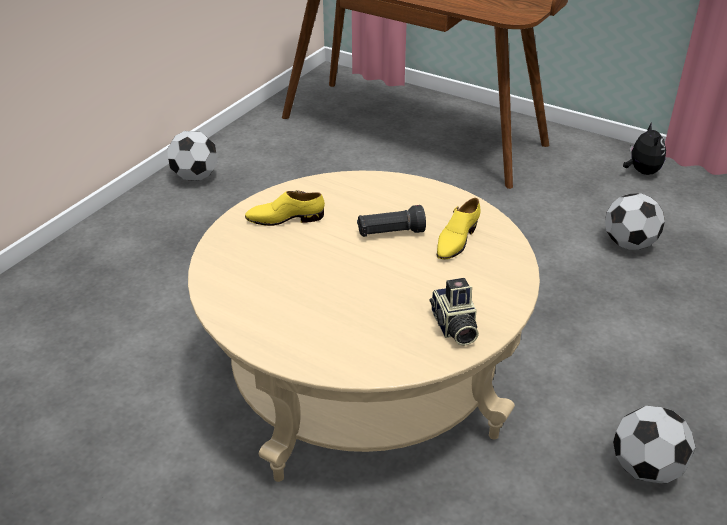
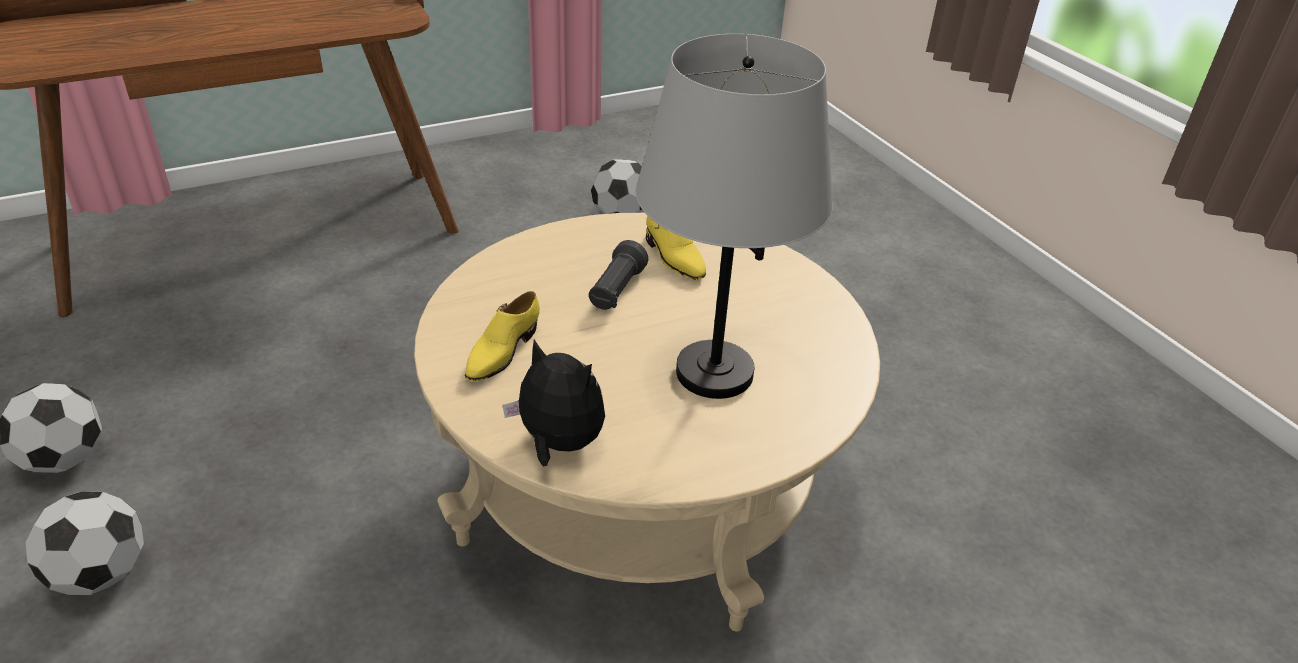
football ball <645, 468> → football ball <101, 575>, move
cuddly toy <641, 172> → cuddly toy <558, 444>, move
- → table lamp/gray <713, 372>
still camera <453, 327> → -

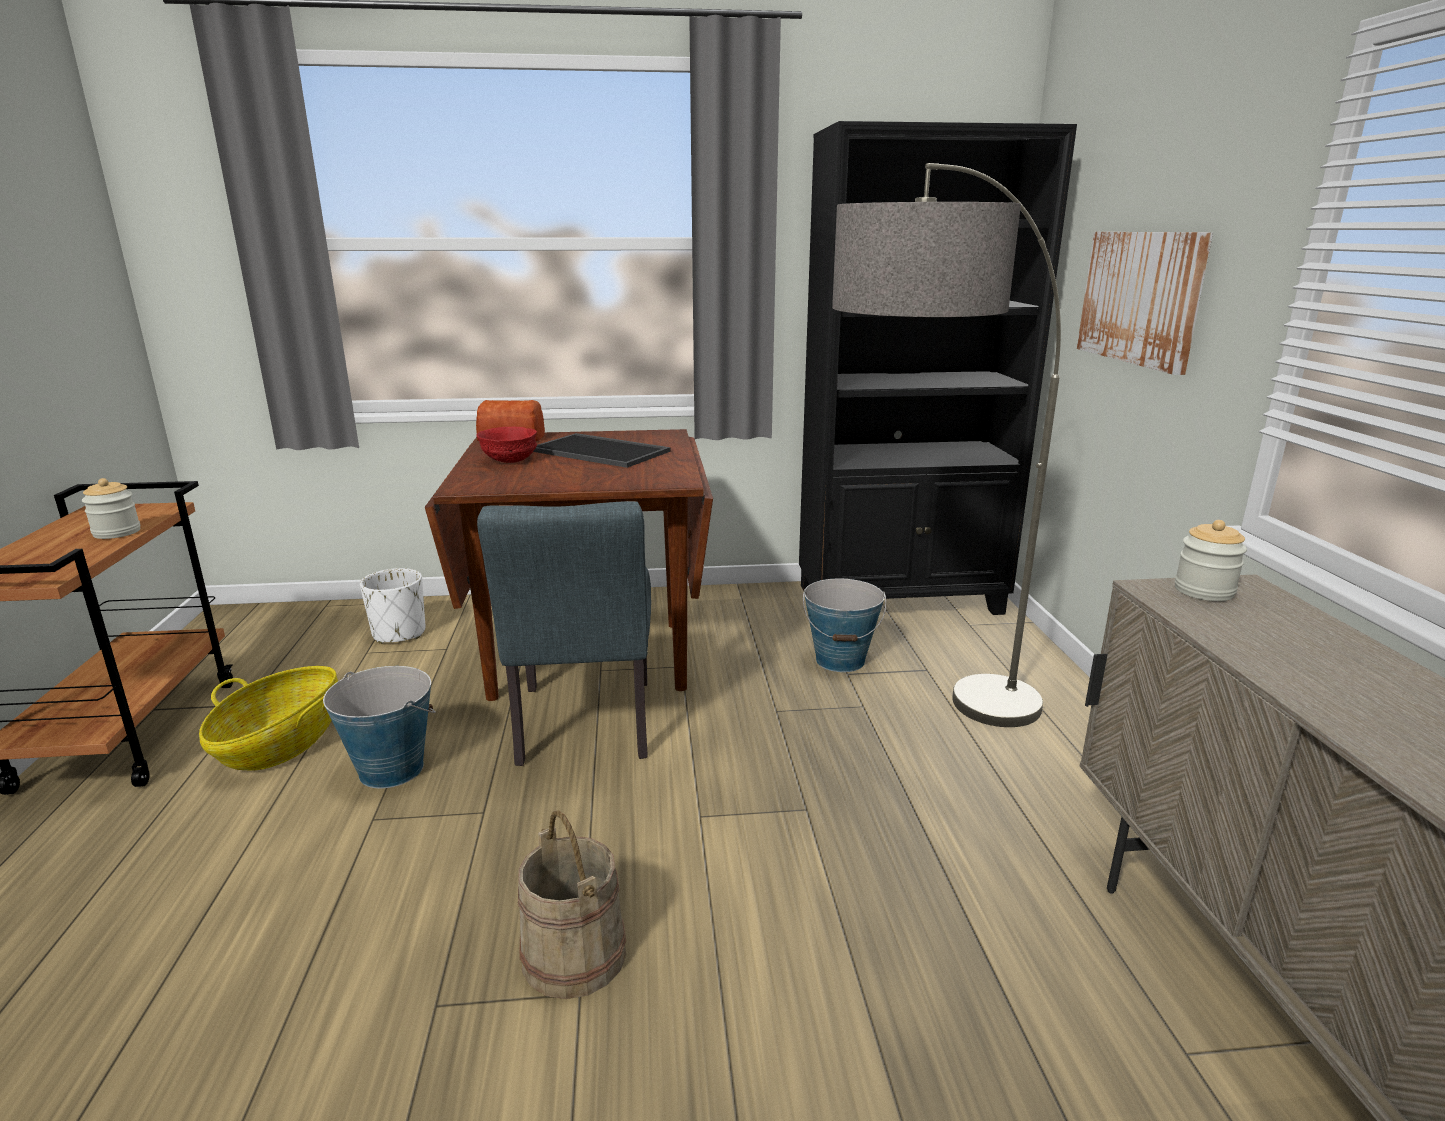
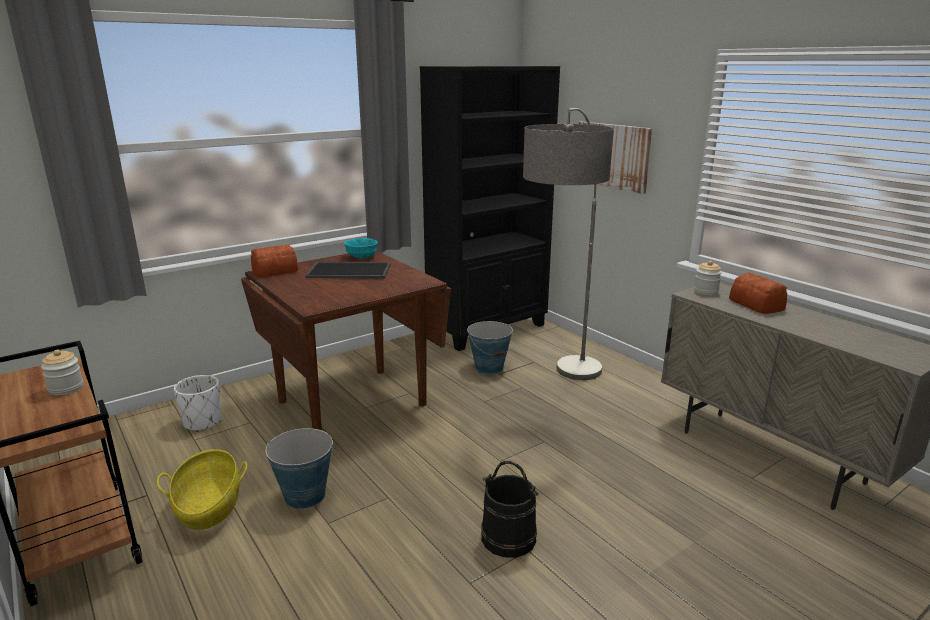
- → deep dish/blue-green <361, 257>
bucket/beige-coloured <573, 955> → bucket/blackish <508, 538>
- → baked bread <756, 304>
deep dish/red <510, 460> → -
plain chair/gray <583, 729> → -

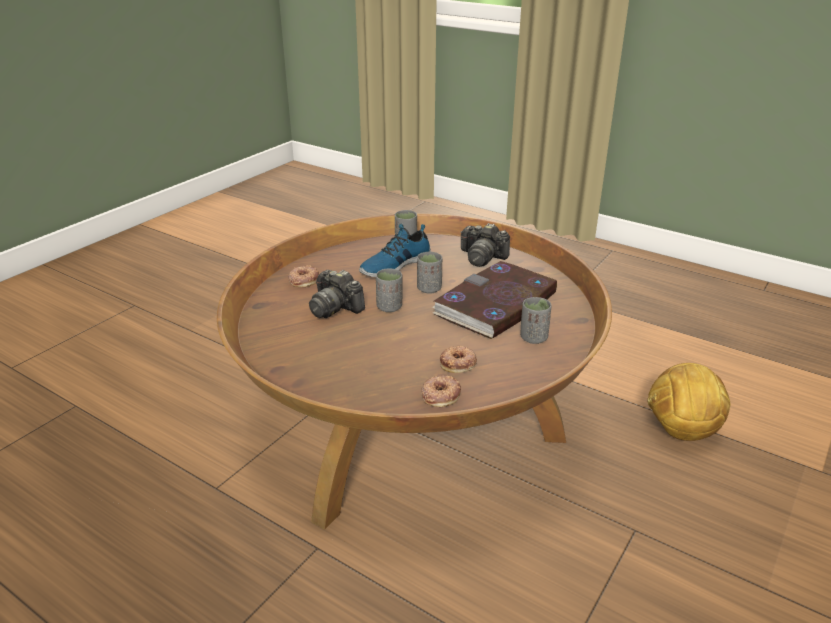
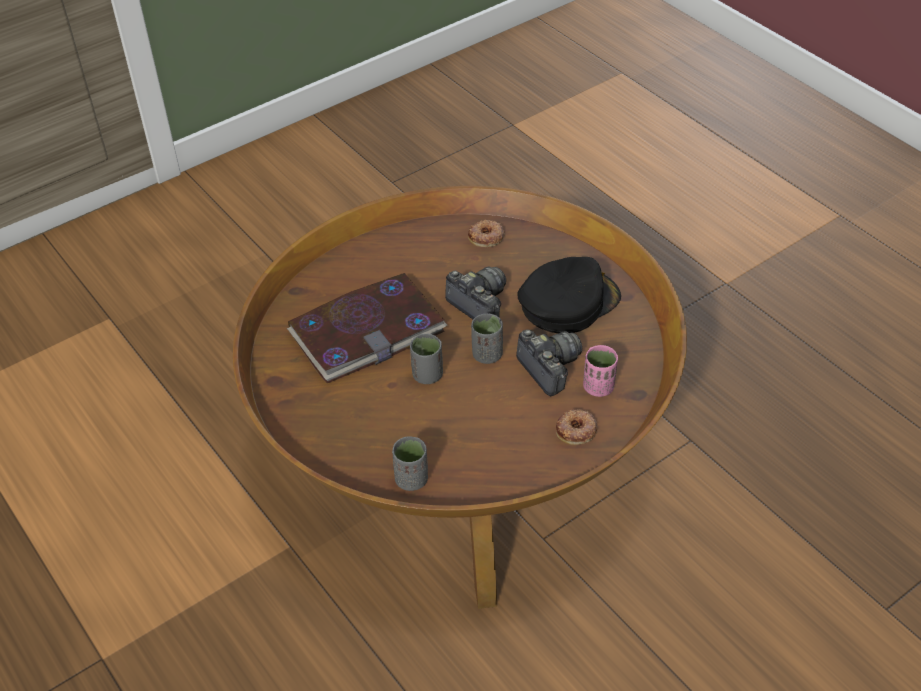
still camera <482, 258> → still camera <479, 304>, move
- → baseball cap/blackish <568, 302>
- → small cup/pinkish <598, 387>
low shoe <394, 265> → -
ring doughnut <458, 363> → -
small cup/gray <533, 338> → -
football ball <681, 432> → -

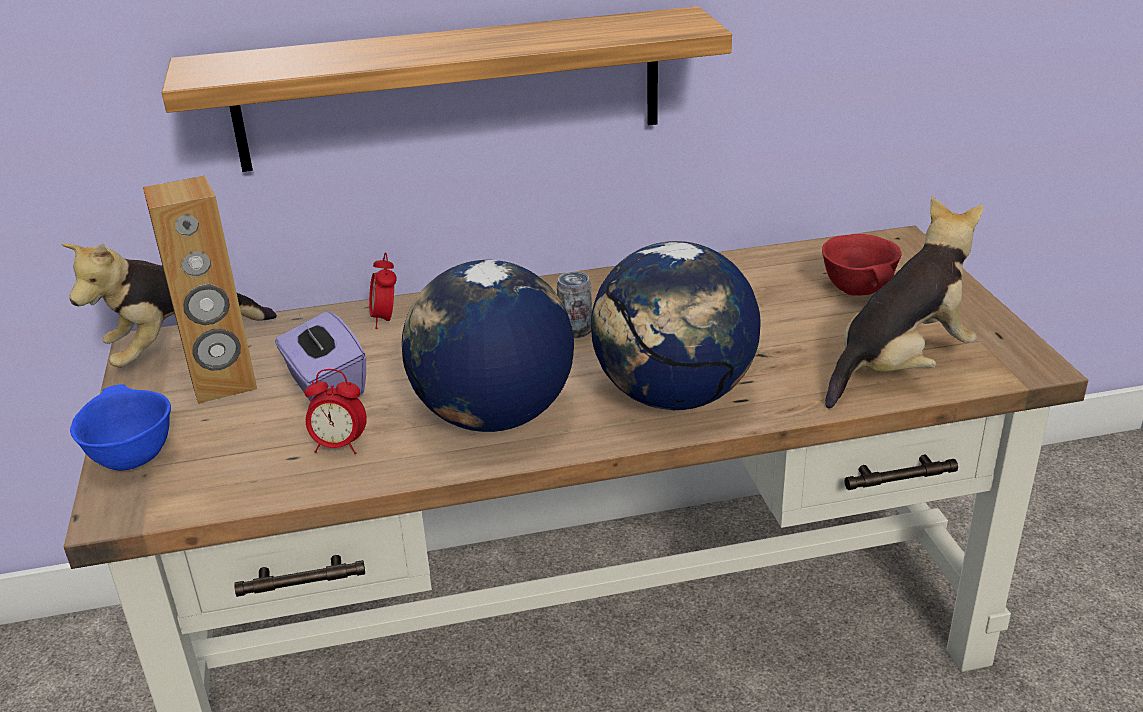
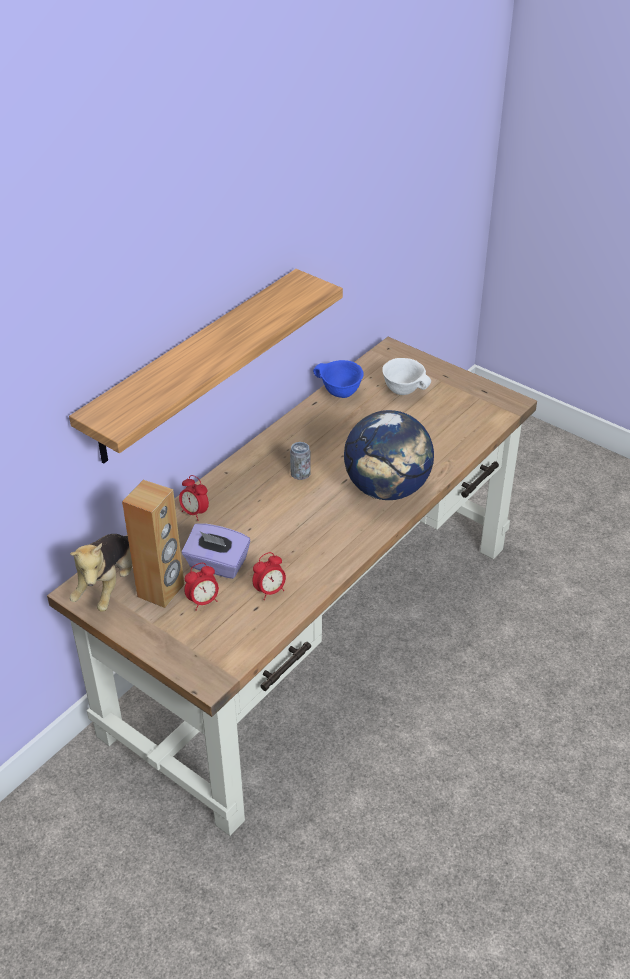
- → table clock <203, 601>
deep dish/bluish <131, 458> → deep dish/bluish <340, 393>, move
deep dish/red <860, 290> → deep dish/whitish <404, 390>
desk globe <493, 416> → -
cuddly toy <899, 366> → -

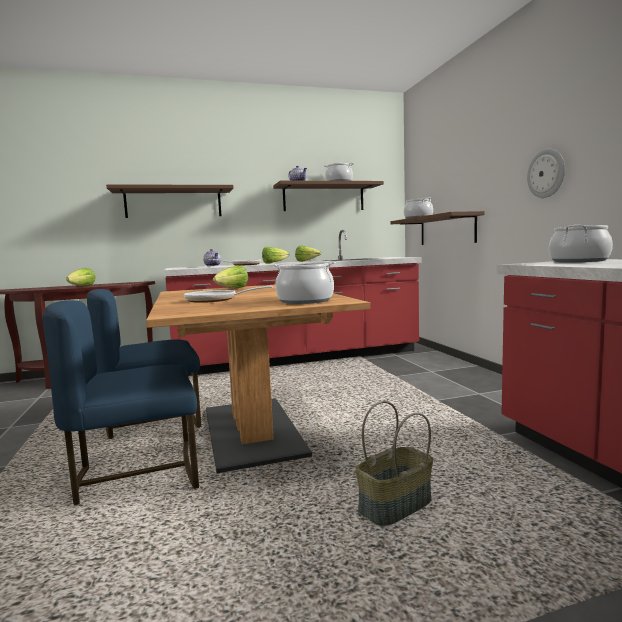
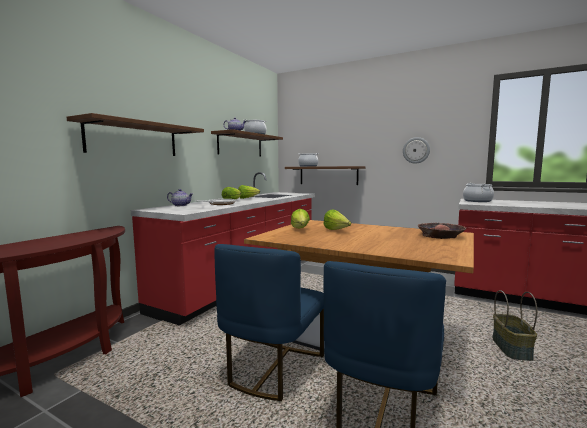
lettuce <82, 286> → lettuce <336, 230>, move
cooking pot <305, 301> → deep dish <440, 236>
frying pan <215, 300> → -

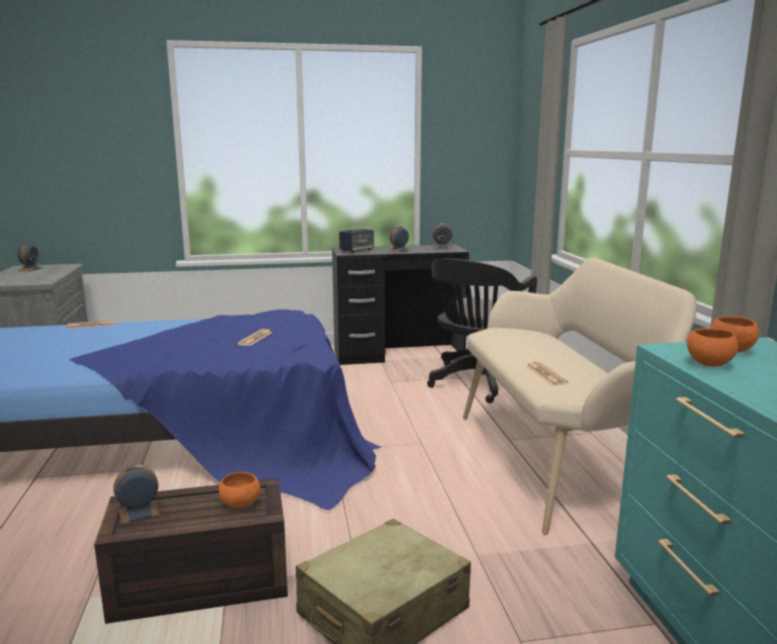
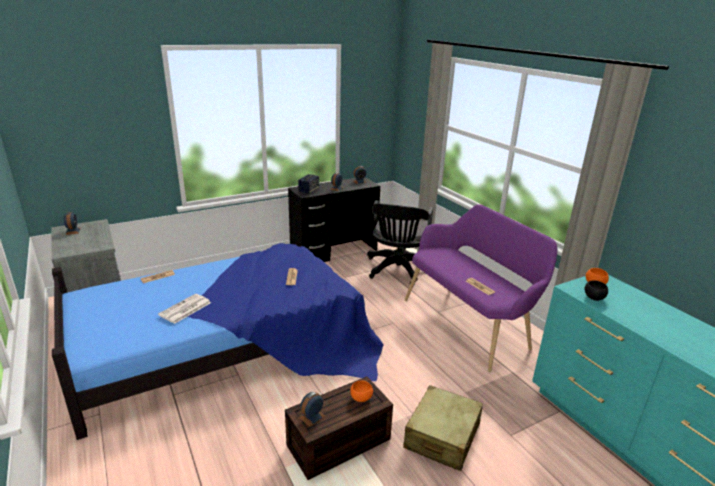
- → daily paper <185, 309>
bench/beige-coloured <556, 462> → bench/purple-coloured <470, 323>
deep dish/orange-coloured <709, 364> → deep dish/blackish <594, 298>

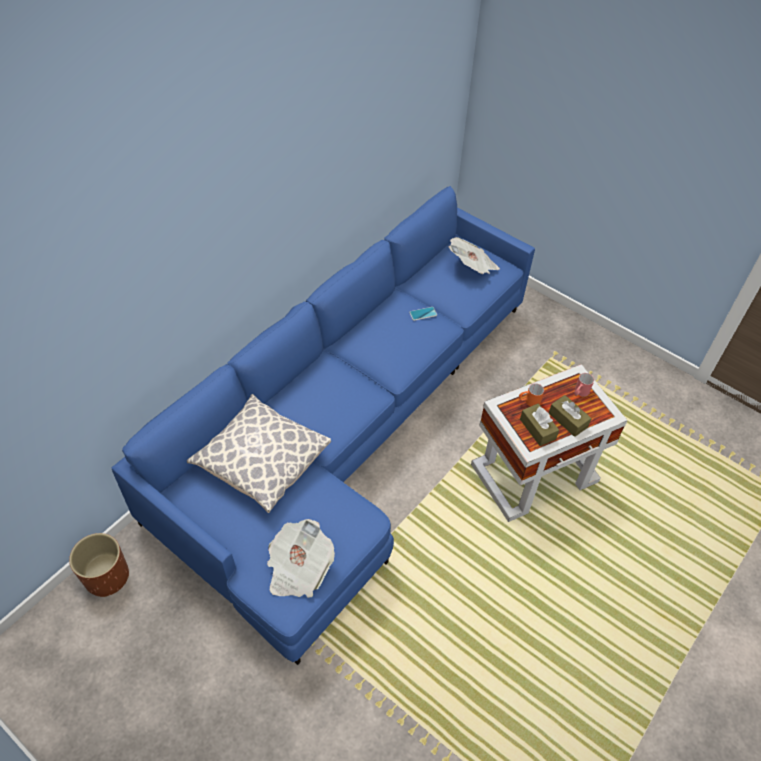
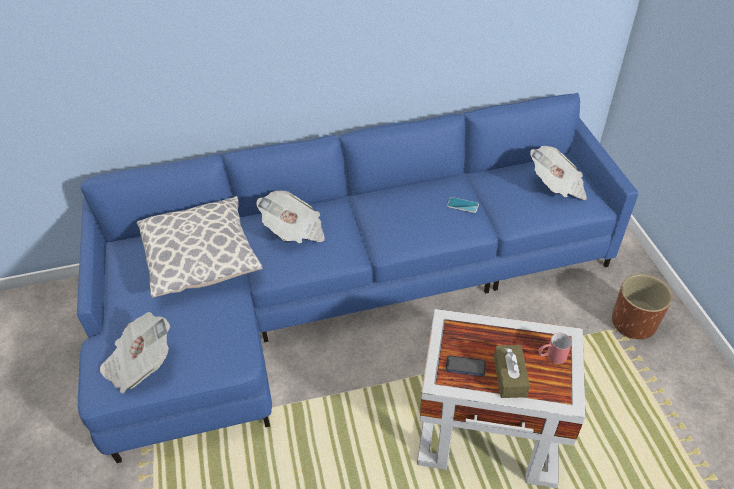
- → daily paper <294, 231>
tissue holder/brown <537, 429> → handset <465, 366>
planter/brown <107, 576> → planter/brown <633, 323>, move
coffee mug/orange-coloured <529, 401> → -

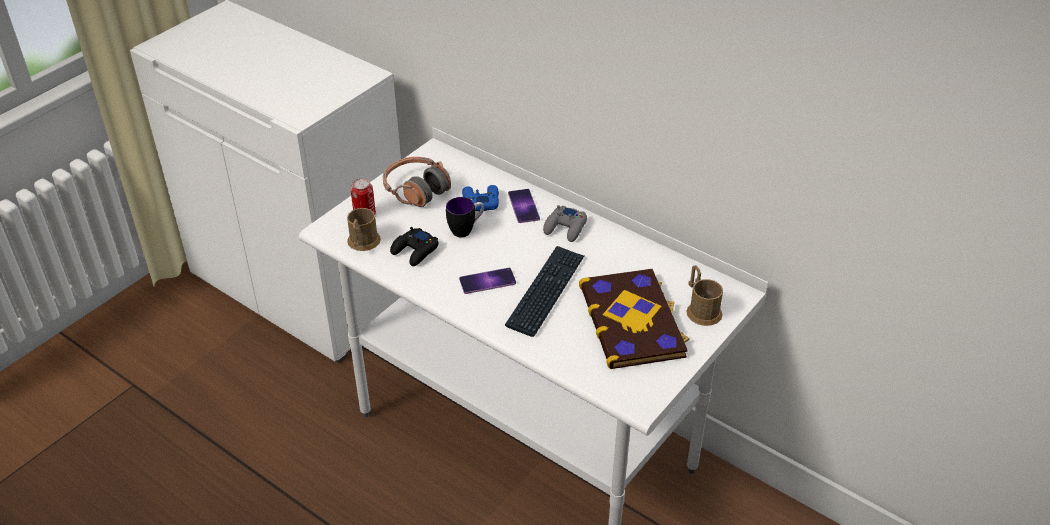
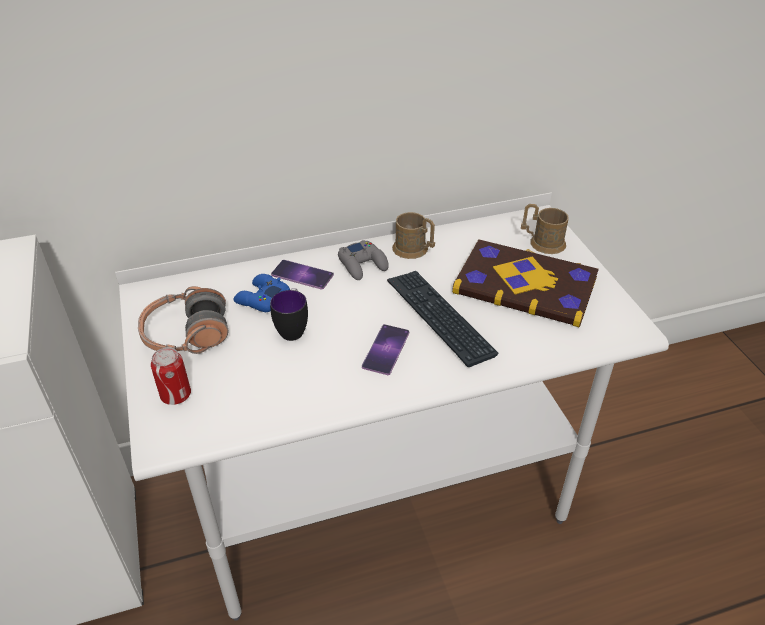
coffee mug/brown <362, 243> → coffee mug/brown <414, 250>, move
game controller/blackish <415, 251> → -

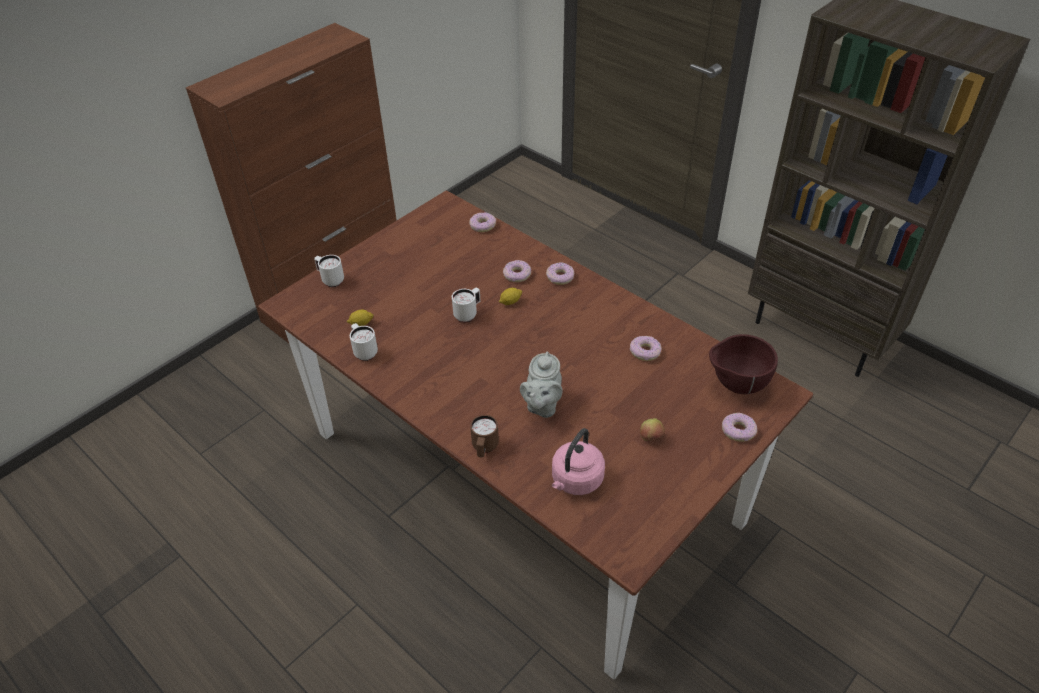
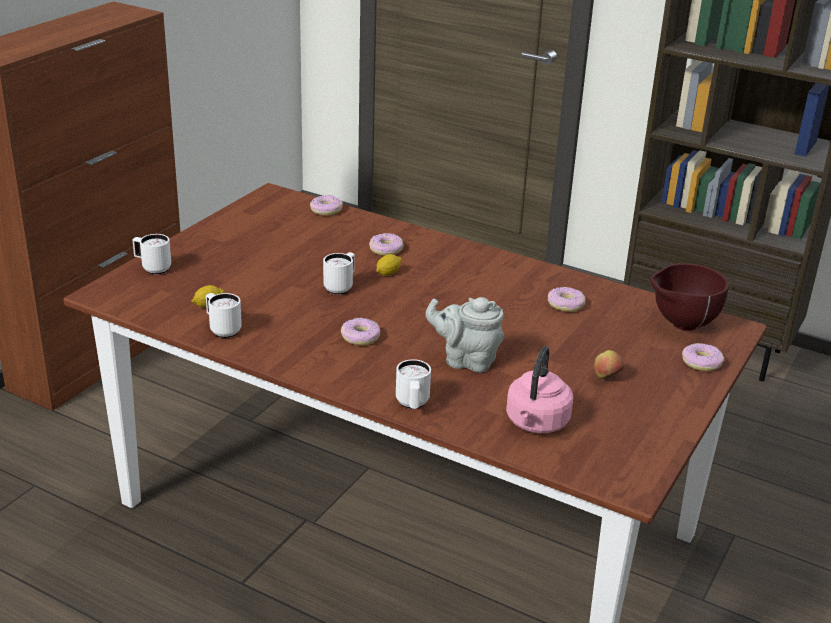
ring doughnut <560, 277> → ring doughnut <360, 337>, move
coffee mug/brown <484, 448> → coffee mug/whitish <412, 405>
tea pot/gray <542, 405> → tea pot/gray <466, 360>, 105 degrees clockwise

